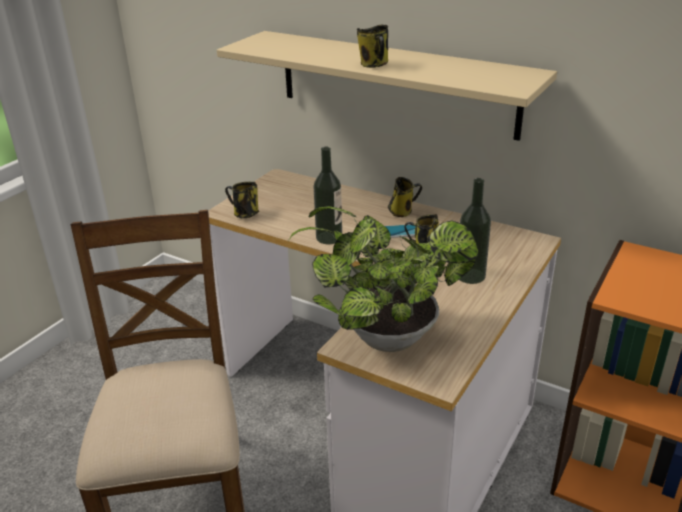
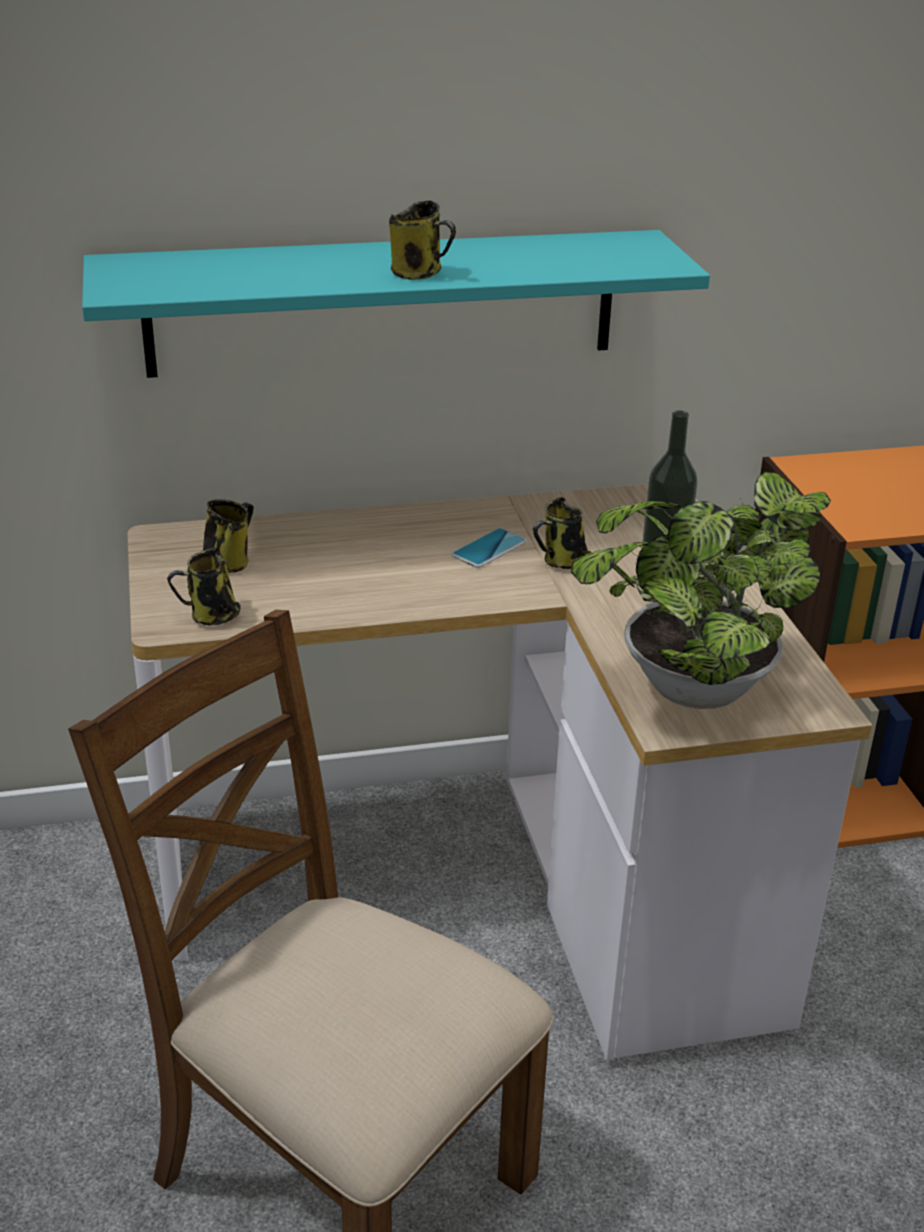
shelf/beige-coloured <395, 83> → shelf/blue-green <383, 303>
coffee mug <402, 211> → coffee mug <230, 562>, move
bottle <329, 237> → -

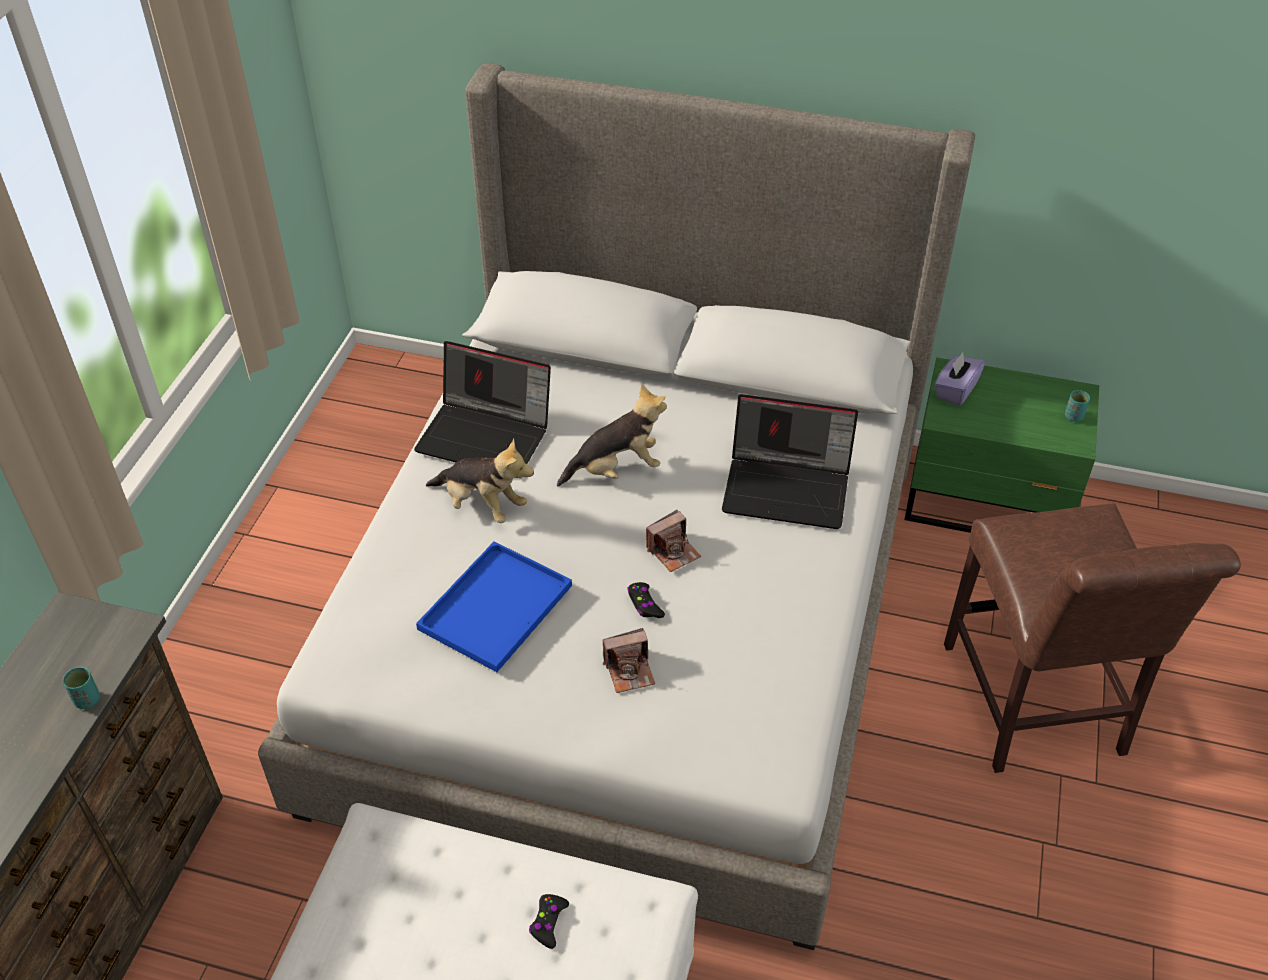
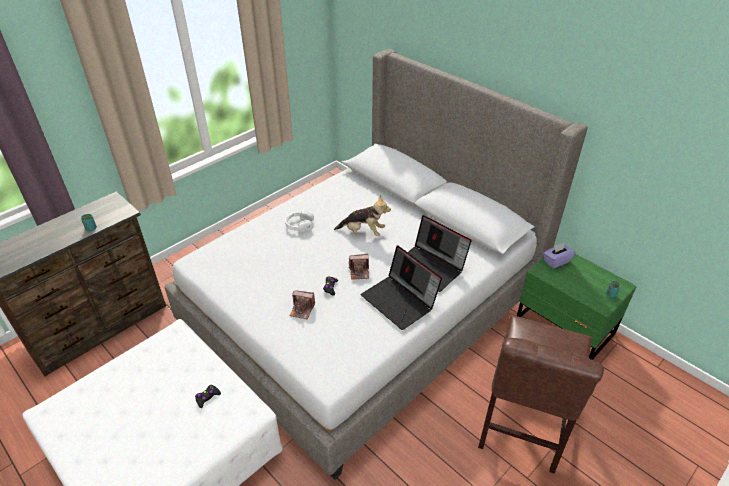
cuddly toy <482, 505> → headset/whitish <299, 225>
portable computer <487, 436> → portable computer <400, 301>, move
carrying tray/bluish <496, 605> → -

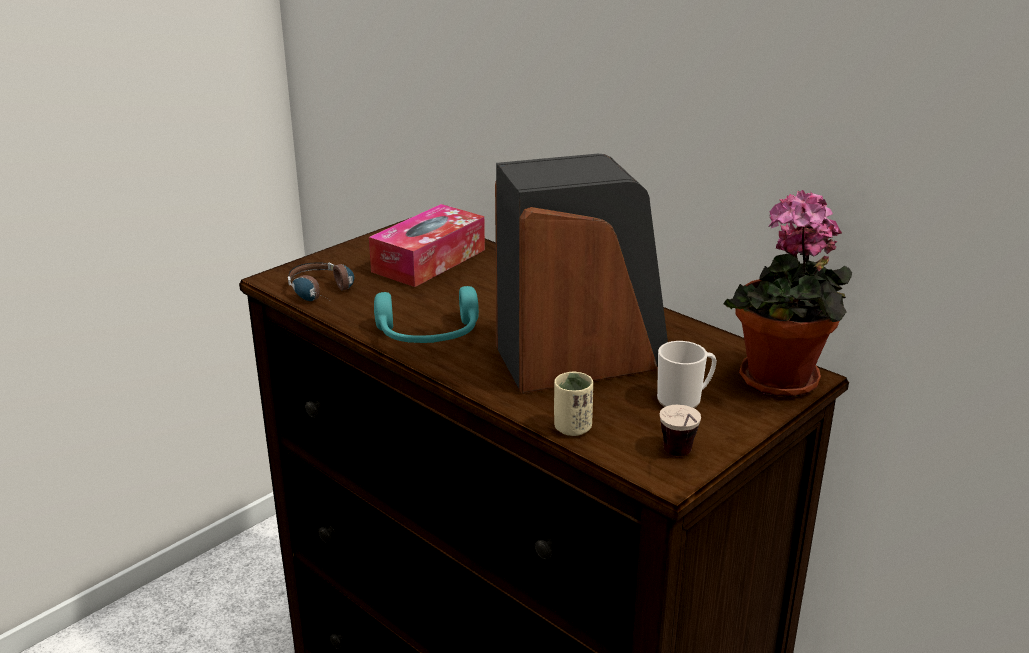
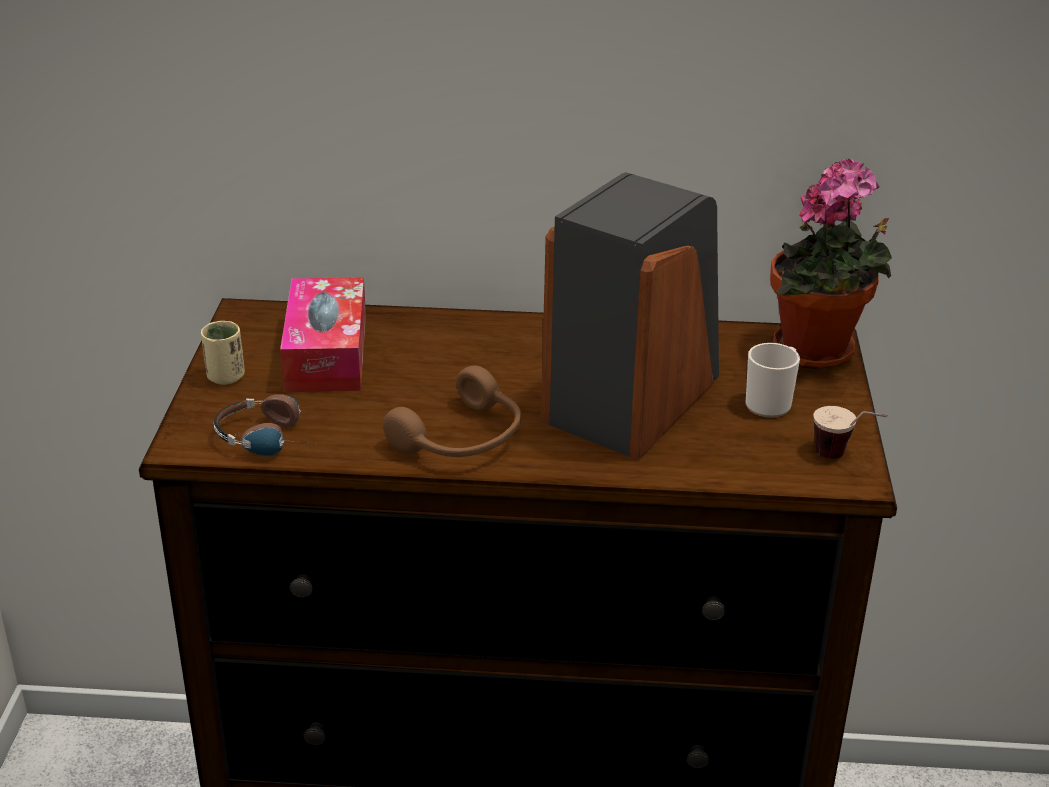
small cup/beige-coloured <572, 428> → small cup/beige-coloured <225, 377>, move
headset/blue-green <428, 336> → headset/brown <463, 439>

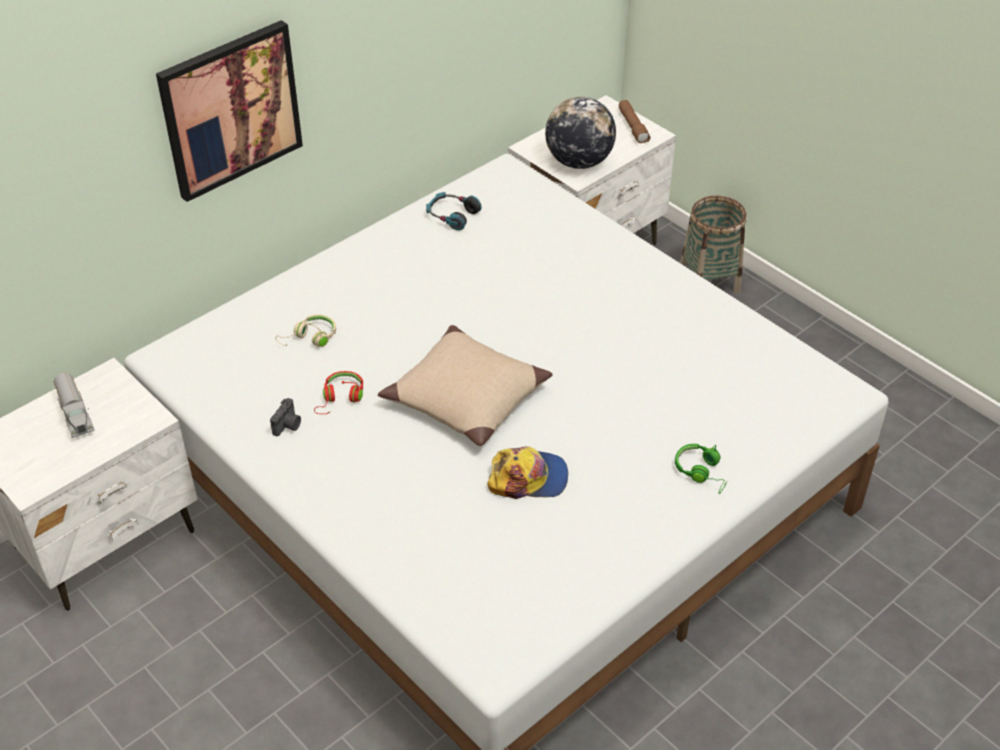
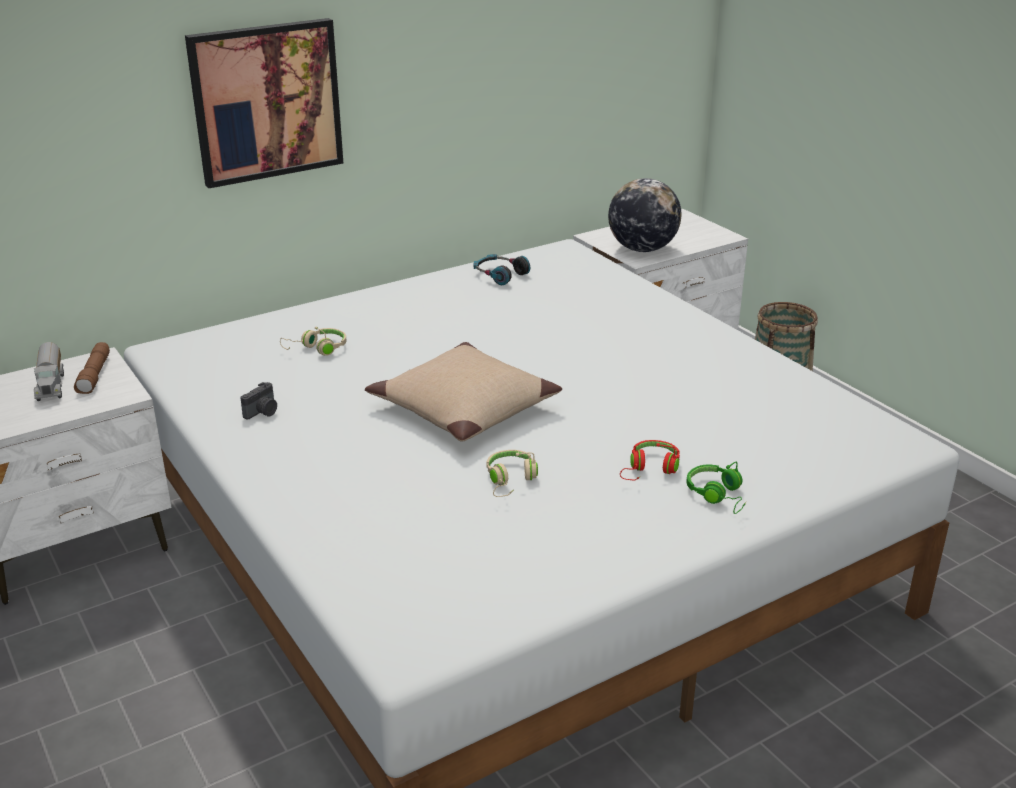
torch/brown <633, 127> → torch/brown <95, 375>, move
baseball cap <528, 478> → headset/beige-coloured <510, 480>
headset/red <340, 398> → headset/red <650, 469>, move

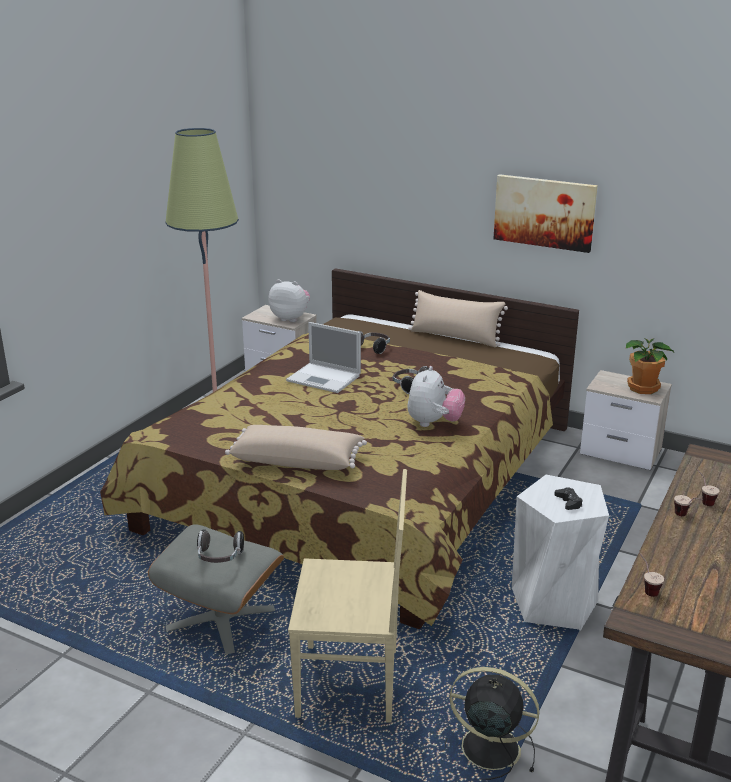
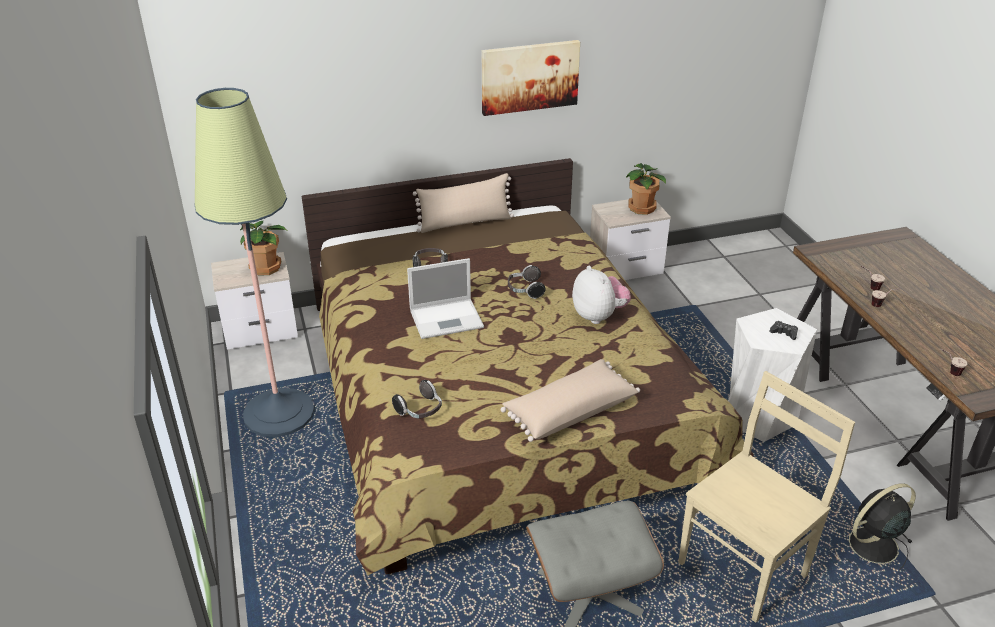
cuddly toy <290, 318> → potted plant <266, 267>
headset <219, 557> → headset <420, 410>, move

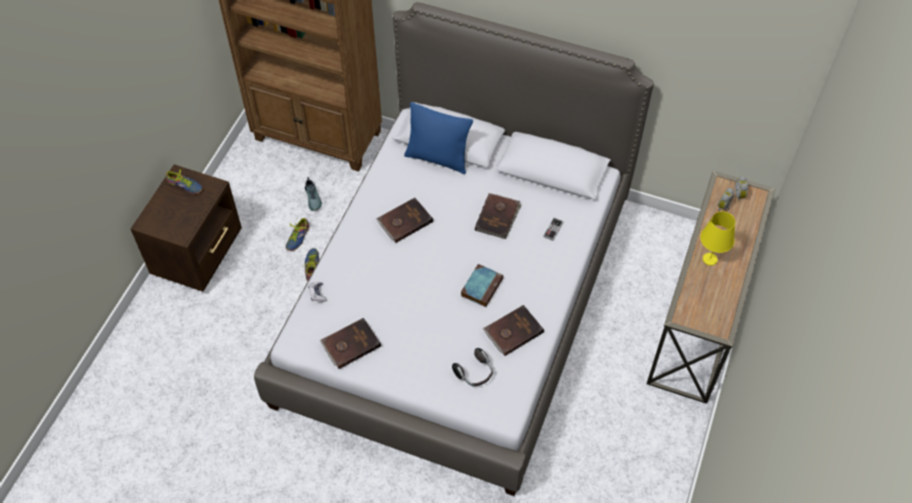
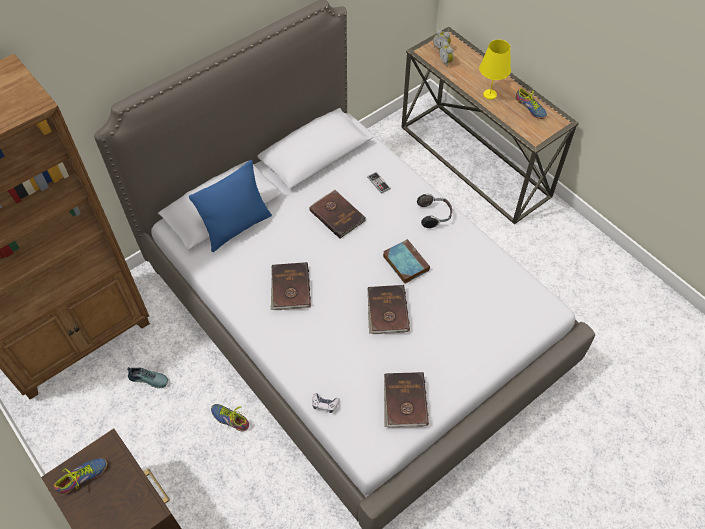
bound book/brown <513, 331> → bound book/brown <387, 311>, move
headset <474, 373> → headset <434, 215>, move
low shoe <296, 237> → low shoe <529, 108>, move

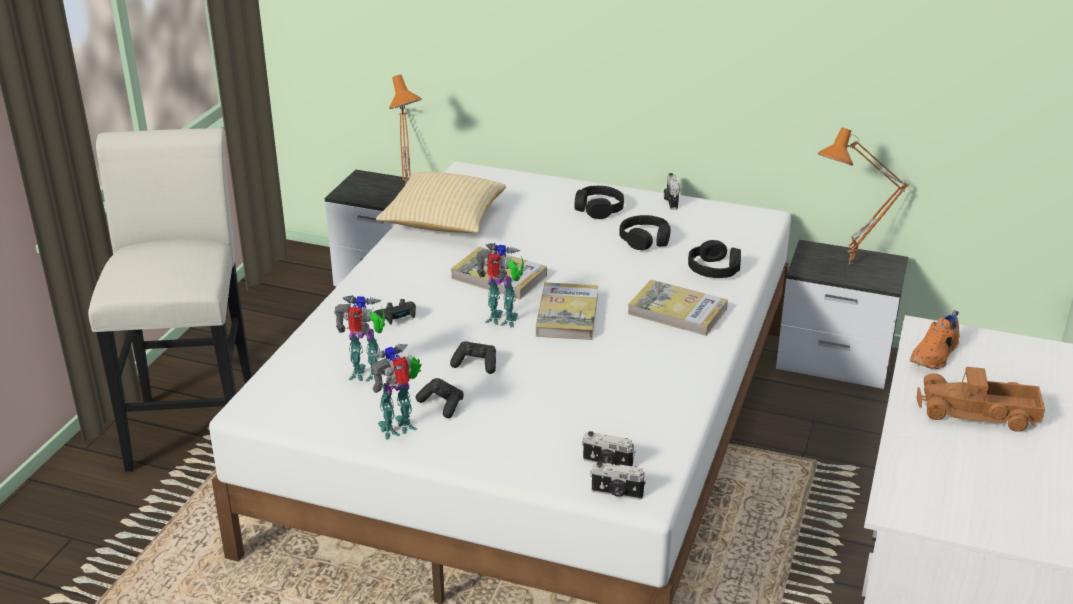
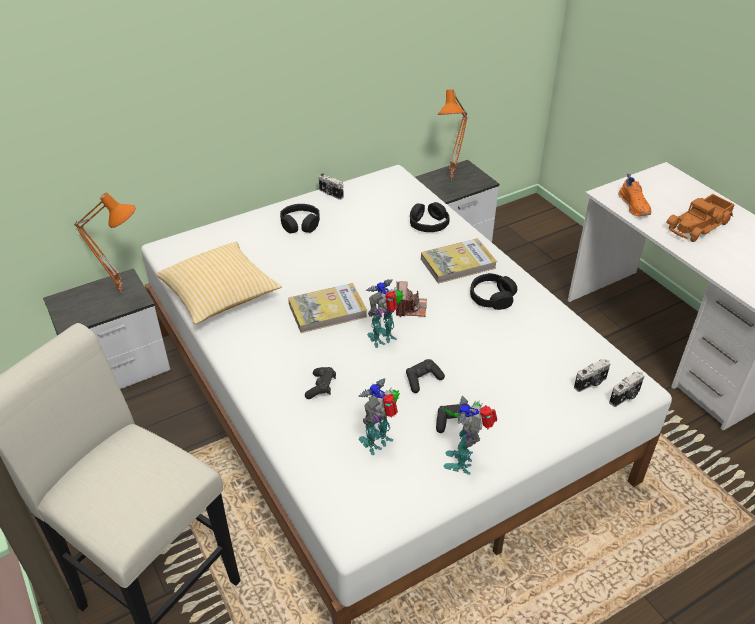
bound book <567, 315> → still camera <410, 307>
headset/blackish <645, 240> → headset/blackish <492, 297>, move

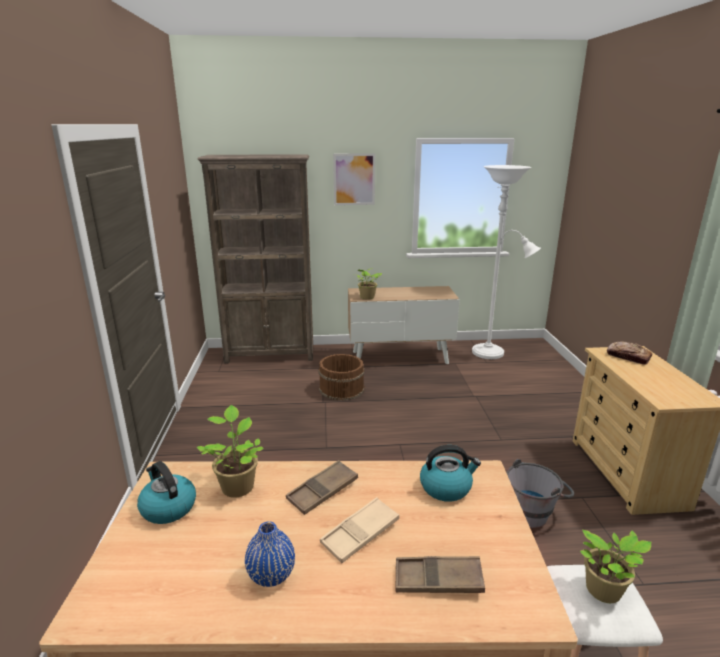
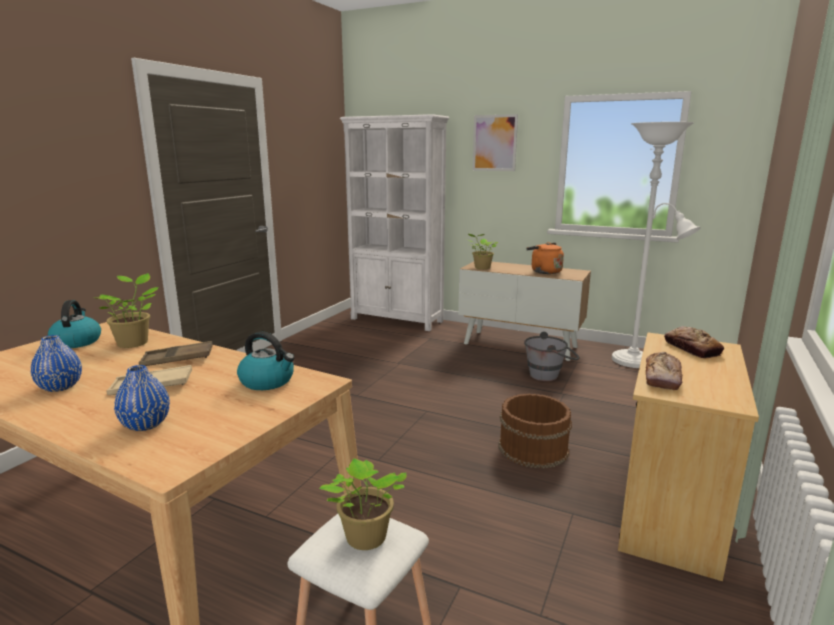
carrying tray/brown <438, 580> → flower vase/bluish <145, 424>
bookcase/brown <271, 354> → bookcase/whitish <397, 320>
bucket/brown <341, 389> → bucket/brown <532, 448>, move
bucket/gray <534, 512> → bucket/gray <549, 375>, move
- → tea kettle/orange-coloured <544, 271>
- → baked bread <662, 378>

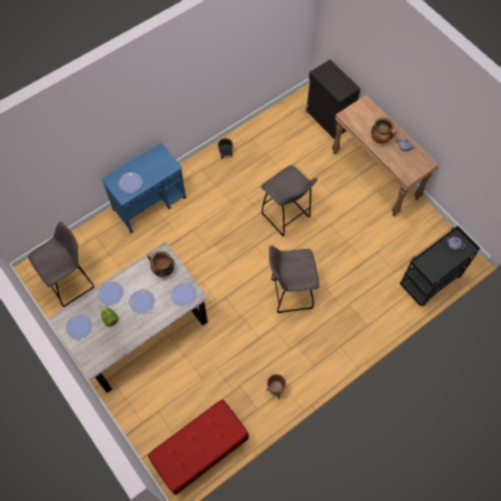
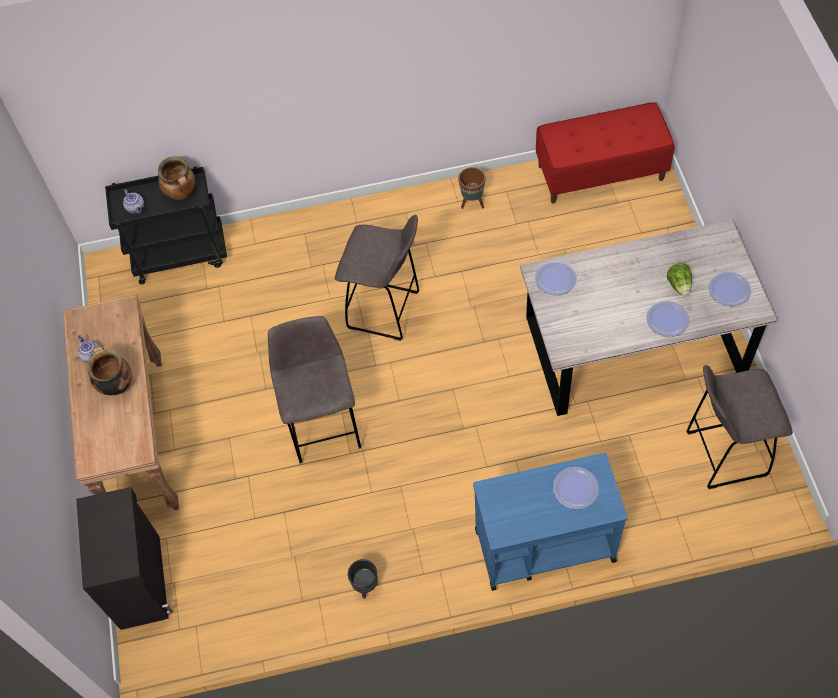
cooking pot <163, 270> → cooking pot <182, 193>, move
plate <142, 301> → -

